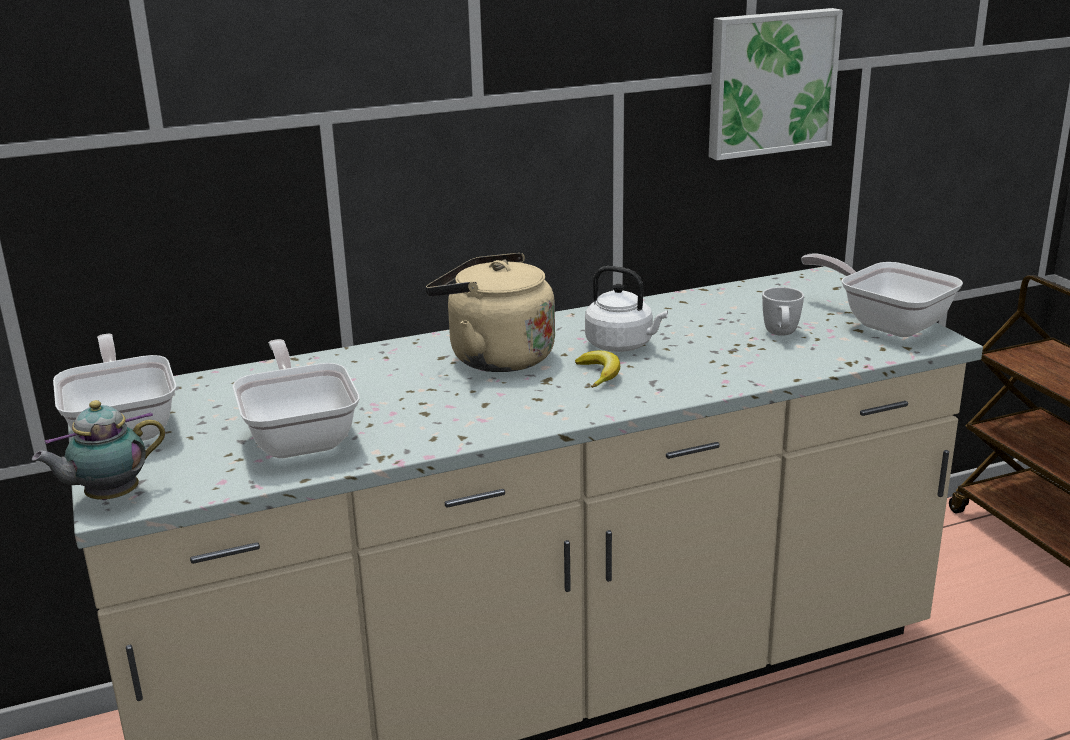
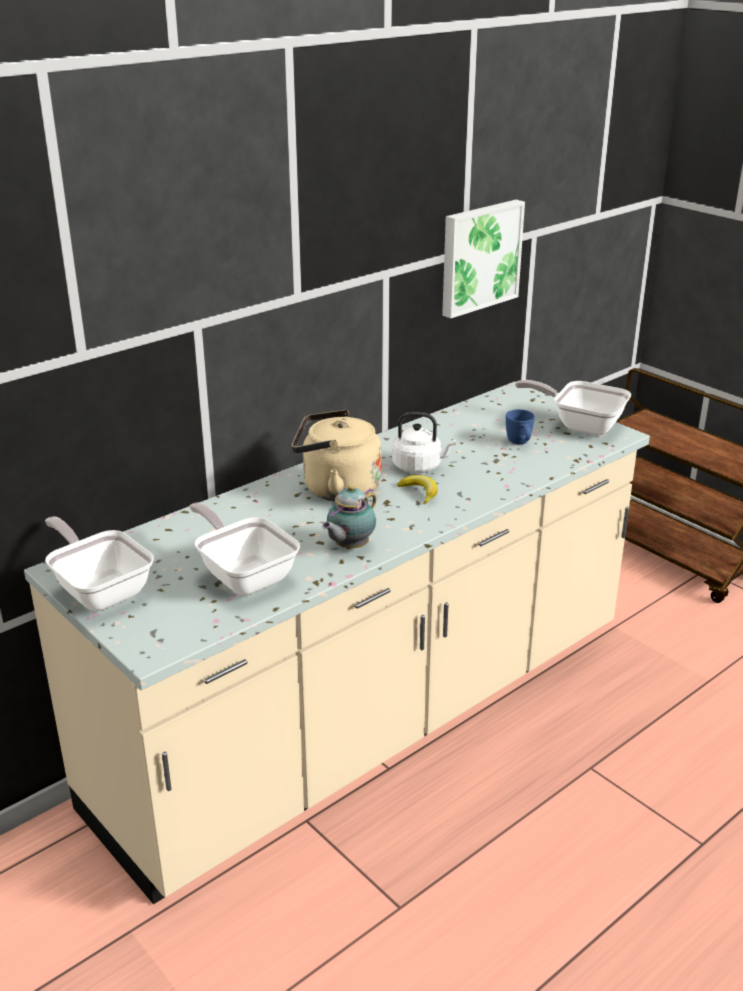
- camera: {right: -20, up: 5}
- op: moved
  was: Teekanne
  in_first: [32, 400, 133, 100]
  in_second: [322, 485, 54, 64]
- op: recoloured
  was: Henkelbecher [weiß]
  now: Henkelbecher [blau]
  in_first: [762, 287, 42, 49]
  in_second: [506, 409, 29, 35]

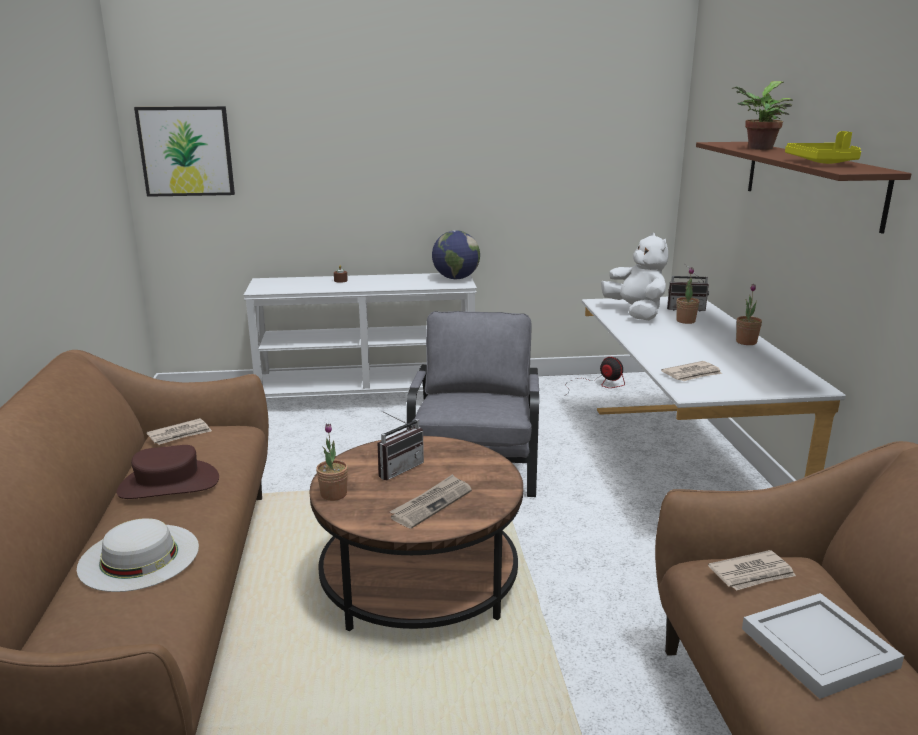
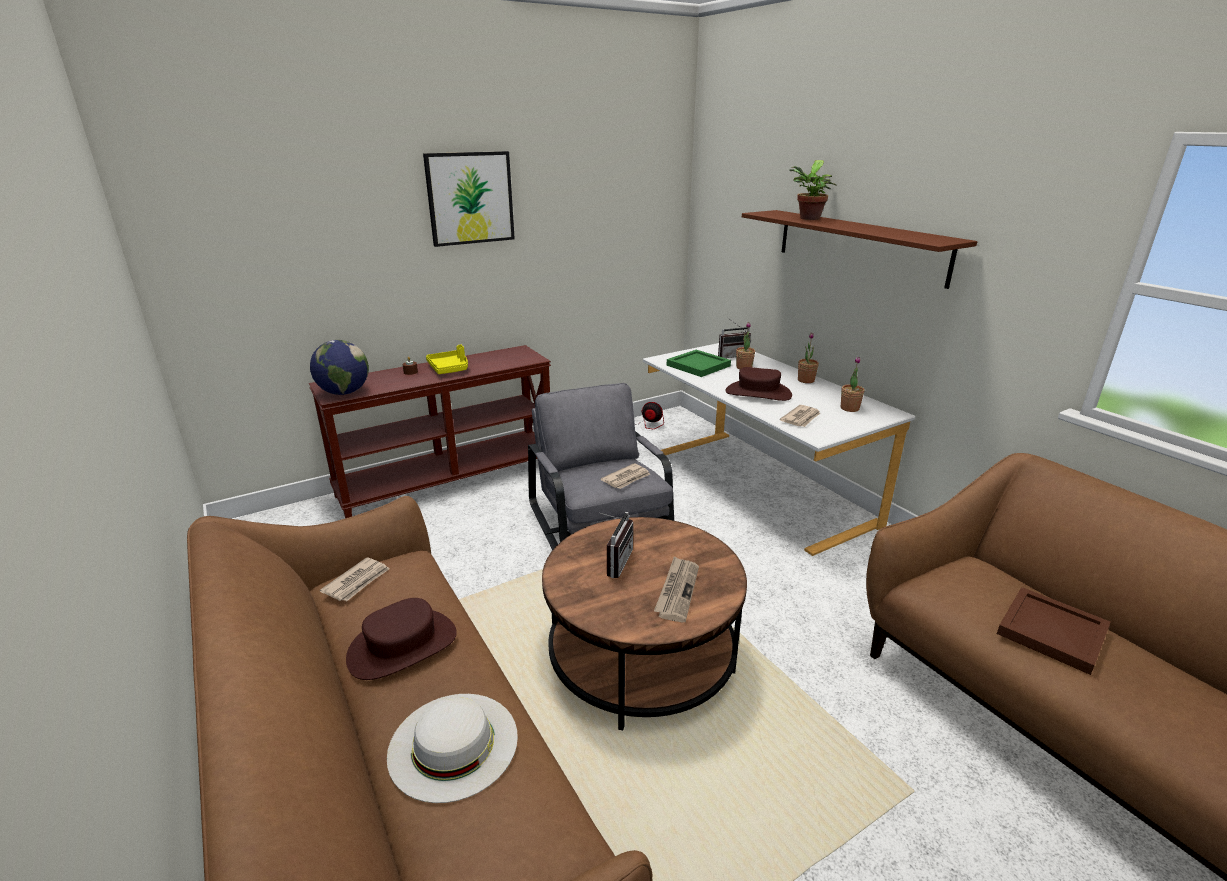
- camera: {right: -25, up: 5}
- op: added
  now: Hut [braun]
  in_second: [725, 367, 67, 34]
- op: moved
  was: Bild
  in_first: [134, 106, 101, 91]
  in_second: [423, 151, 92, 96]
- op: moved
  was: Topfpflanze
  in_first: [316, 423, 32, 78]
  in_second: [841, 357, 24, 55]
- op: moved
  was: Globus
  in_first: [432, 230, 48, 49]
  in_second: [310, 340, 59, 55]
- op: moved
  was: Zeitung
  in_first: [708, 550, 88, 41]
  in_second: [601, 463, 49, 26]
- op: moved
  was: Tablett [gelb]
  in_first: [785, 131, 76, 33]
  in_second: [426, 345, 42, 29]
- op: replaced
  was: Plüschtier [weiß]
  now: Tablett [grün]
  in_first: [601, 233, 67, 87]
  in_second: [667, 350, 64, 27]
- op: recoloured
  was: Konsolentisch [weiß]
  now: Konsolentisch [braun]
  in_first: [244, 273, 233, 126]
  in_second: [309, 345, 242, 173]
- op: recoloured
  was: Tablett [weiß]
  now: Tablett [braun]
  in_first: [742, 593, 162, 106]
  in_second: [997, 587, 113, 88]

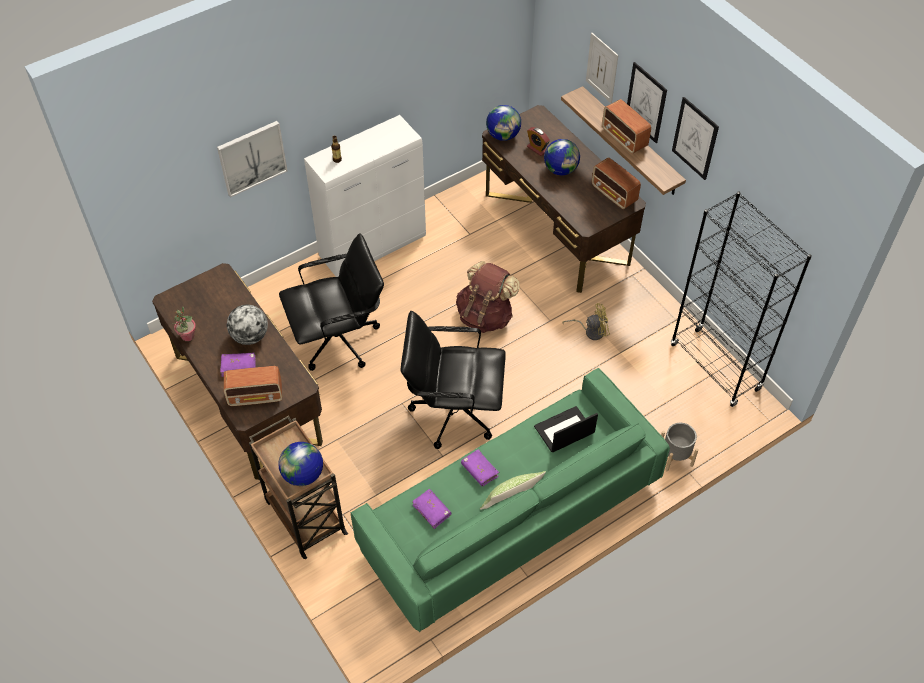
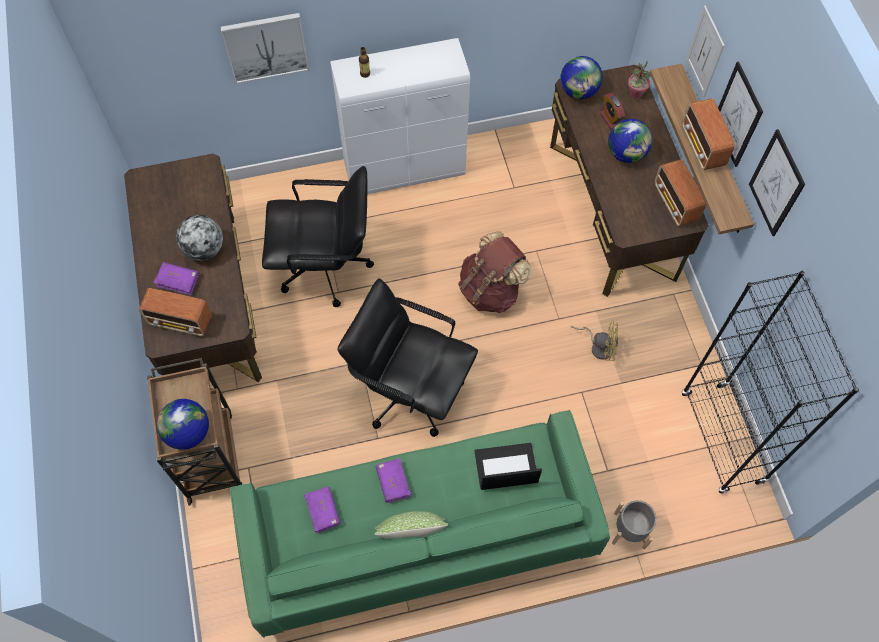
- camera: {right: 20, up: 10}
- op: moved
  was: Topfpflanze
  in_first: [174, 306, 22, 35]
  in_second: [628, 61, 22, 38]

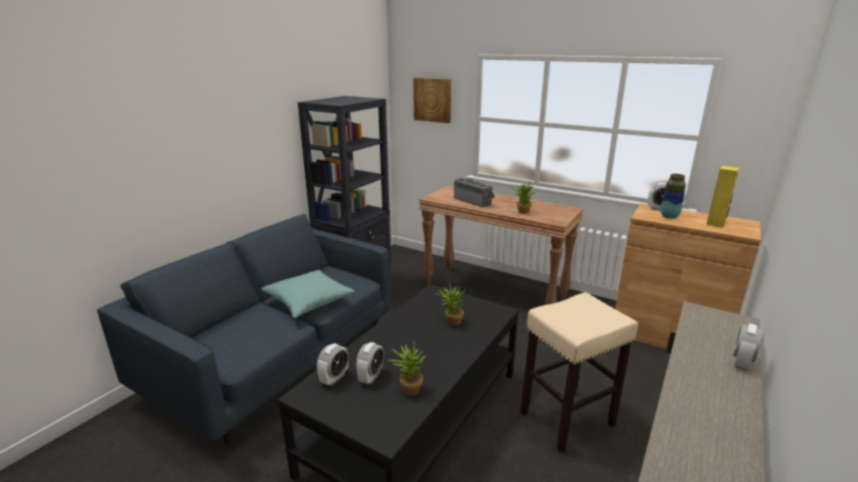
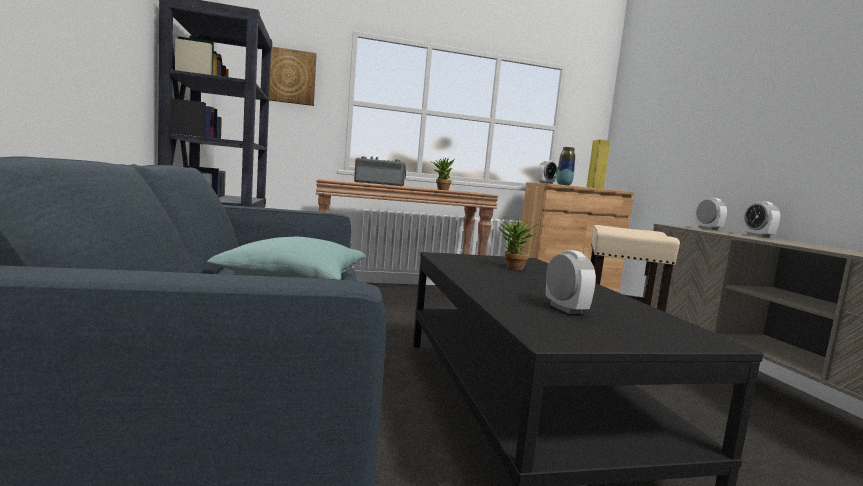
- camera: {right: -45, up: -15}
- op: removed
  was: Topfpflanze
  in_first: [388, 340, 37, 56]
- op: moved
  was: Wecker
  in_first: [317, 343, 31, 43]
  in_second: [695, 198, 32, 32]

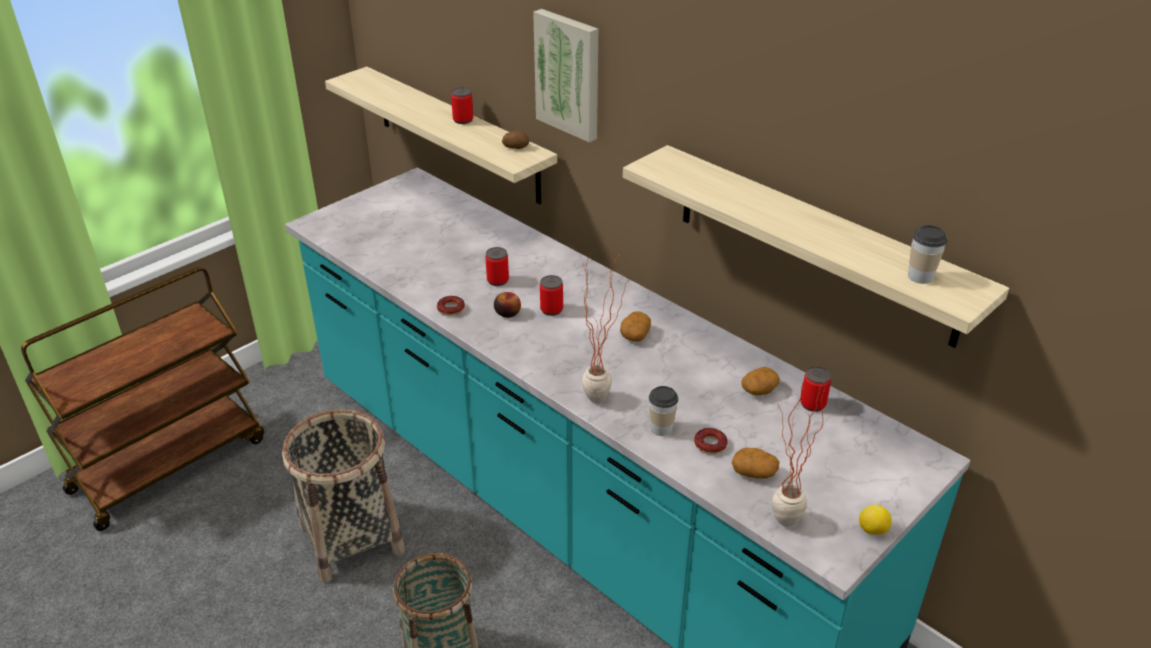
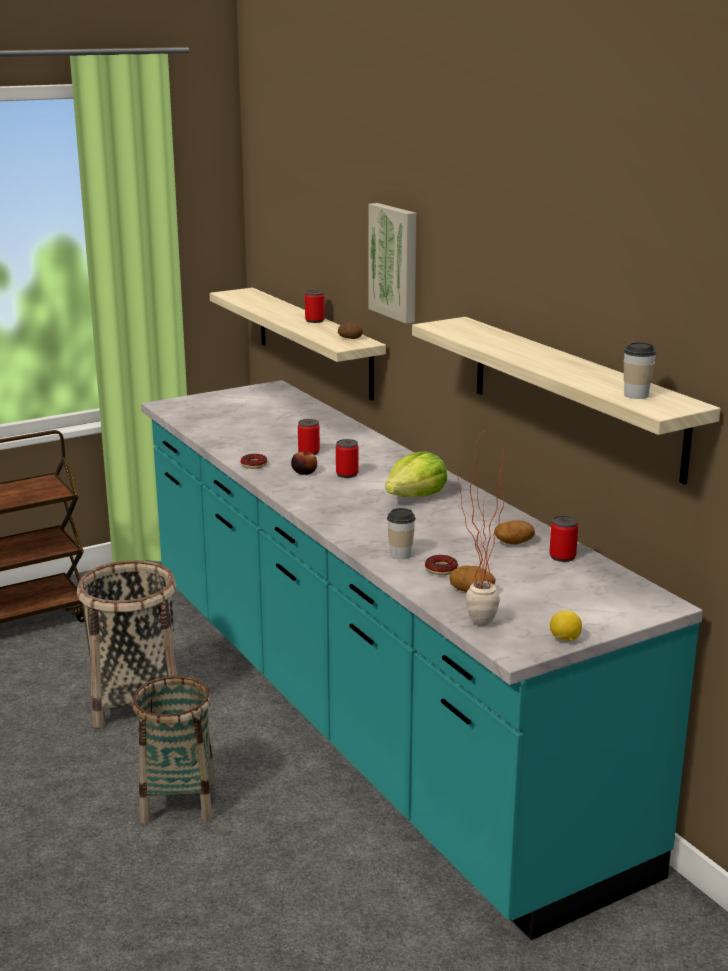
- camera: {right: 15, up: -15}
- op: removed
  was: Topfpflanze
  in_first: [582, 241, 45, 162]
- op: replaced
  was: Kartoffel
  now: Salatkopf
  in_first: [620, 311, 31, 31]
  in_second: [385, 451, 62, 46]

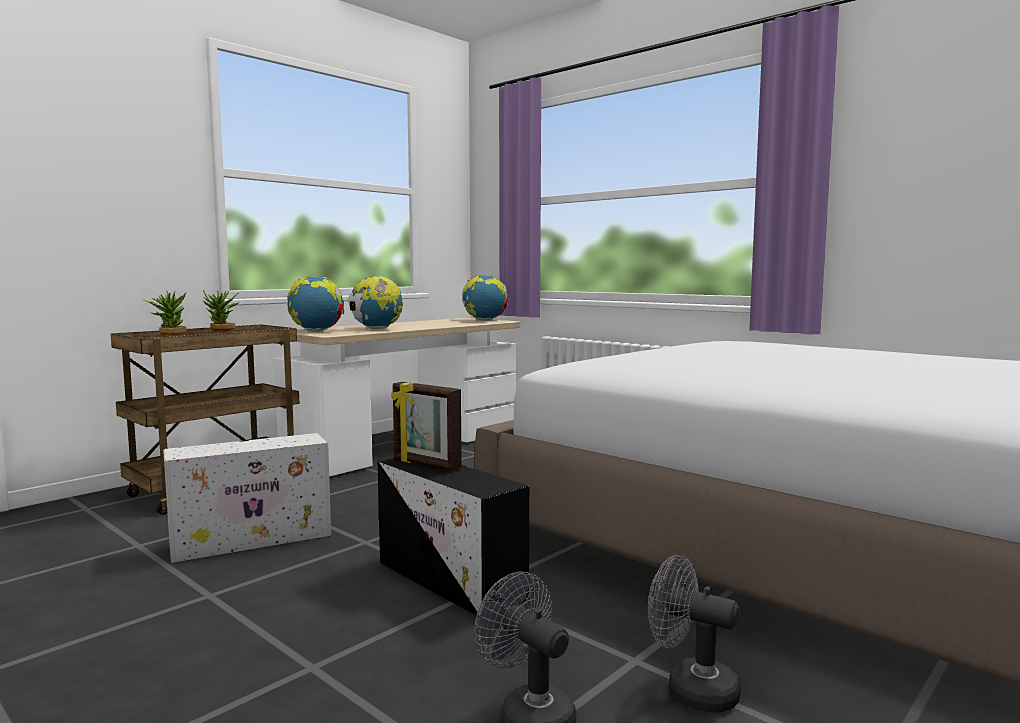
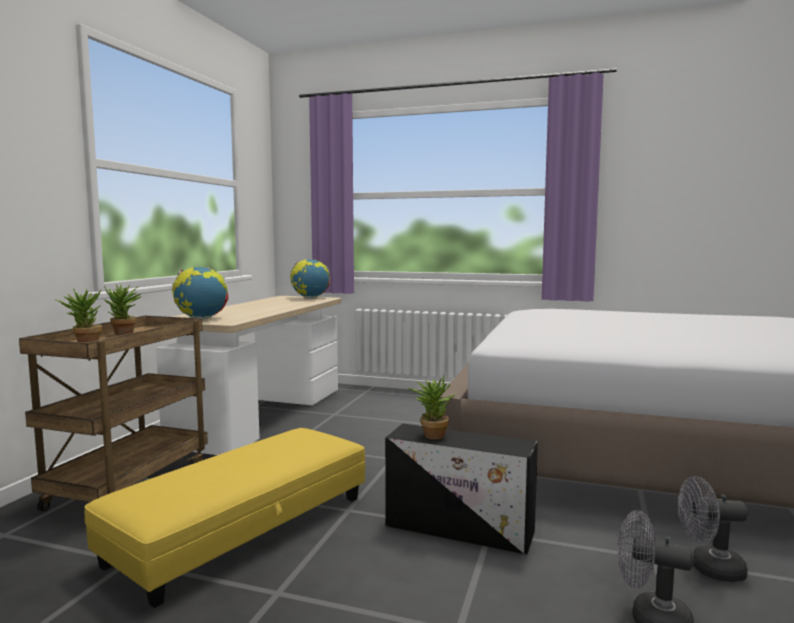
- camera: {right: -25, up: 0}
- op: removed
  was: Globus
  in_first: [348, 276, 55, 53]
- op: replaced
  was: Aufbewahrungsbox [weiß]
  now: Polsterhocker [gelb]
  in_first: [163, 433, 168, 130]
  in_second: [85, 428, 280, 180]
- op: replaced
  was: Bilderrahmen
  now: Topfpflanze
  in_first: [391, 382, 71, 89]
  in_second: [408, 375, 47, 65]

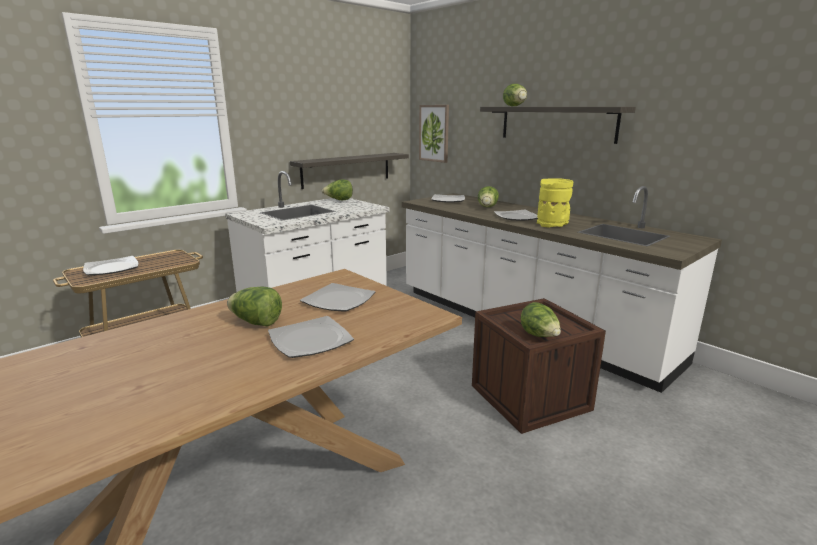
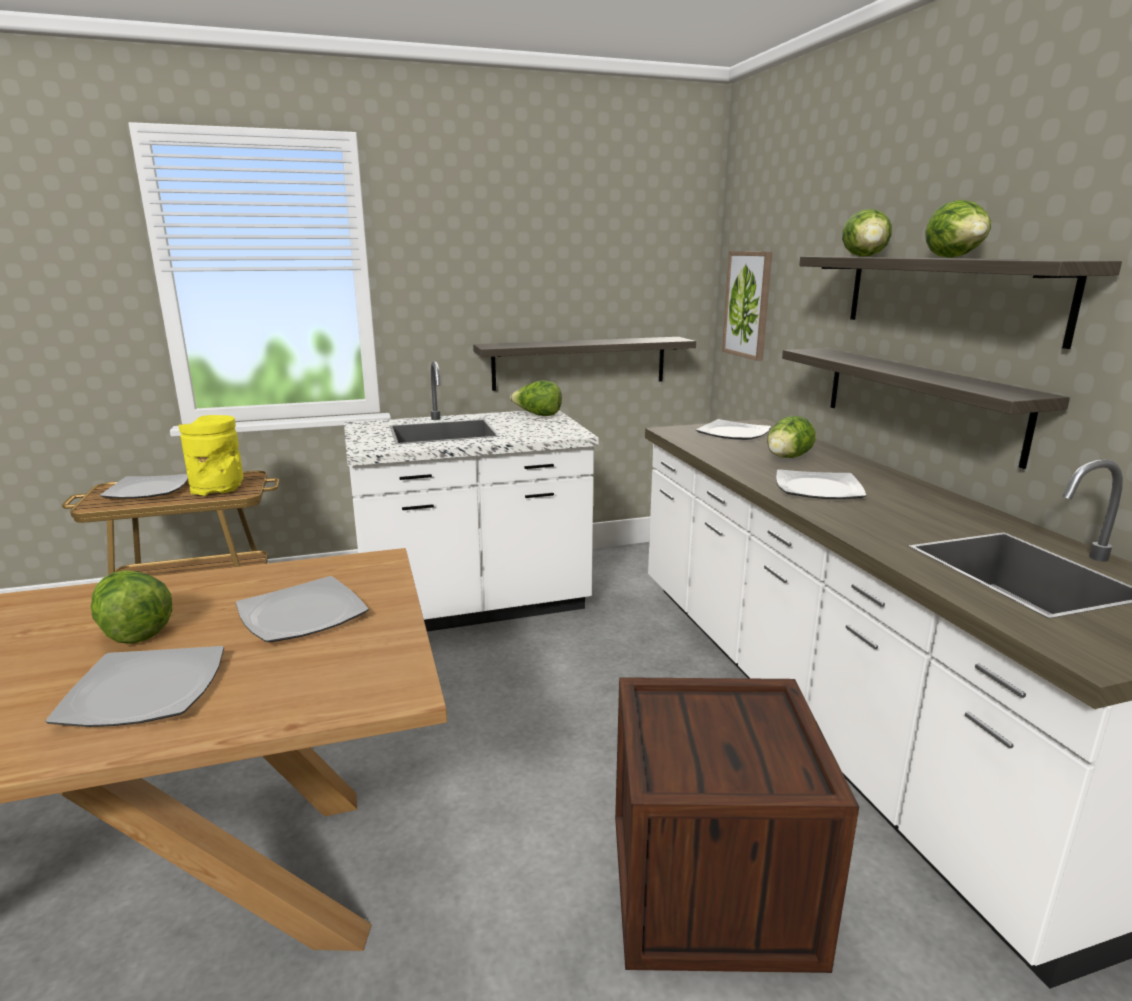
- camera: {right: 25, up: 0}
- op: added
  now: Wandregal
  in_second: [782, 348, 288, 121]
- op: moved
  was: Salatkopf
  in_first: [521, 302, 40, 35]
  in_second: [925, 200, 66, 58]
- op: moved
  was: Vase [gelb]
  in_first: [537, 178, 36, 50]
  in_second: [179, 415, 64, 81]

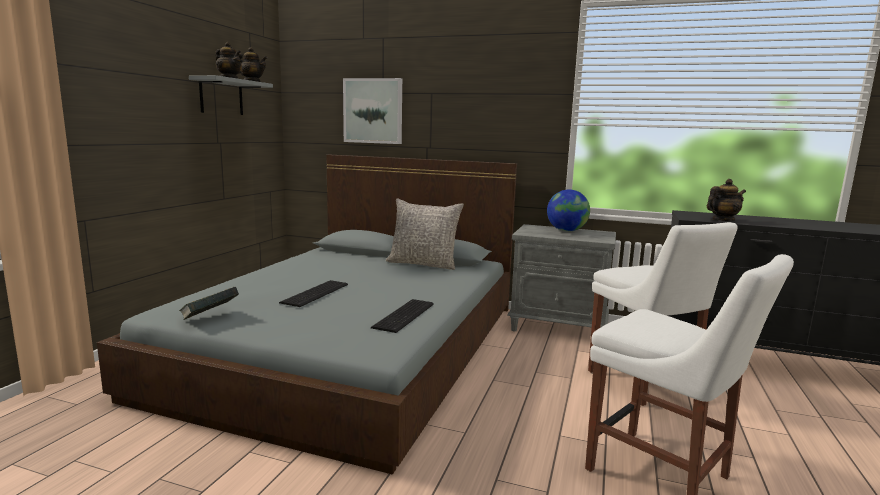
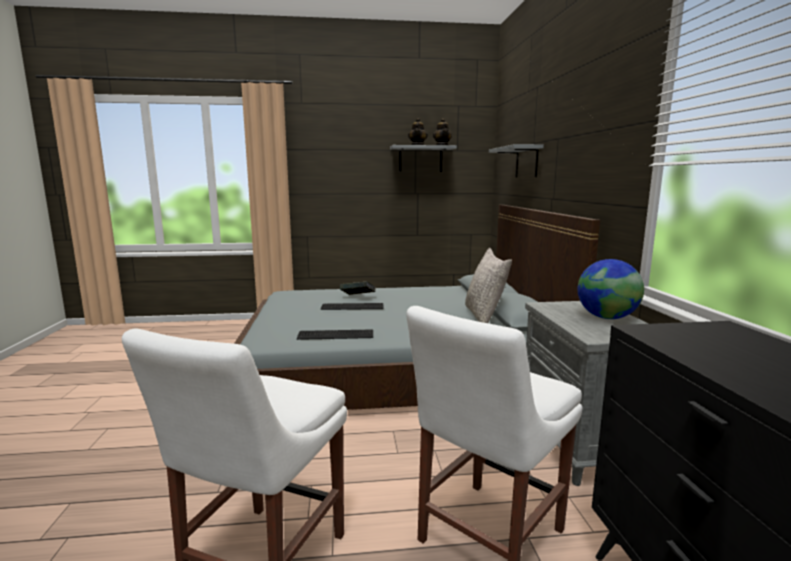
- camera: {right: 65, up: 0}
- op: removed
  was: Teekanne
  in_first: [707, 179, 39, 42]
- op: moved
  was: Buch
  in_first: [179, 287, 60, 33]
  in_second: [340, 281, 36, 14]
- op: replaced
  was: Bild
  now: Wandregal [grau]
  in_first: [343, 78, 59, 66]
  in_second: [489, 144, 55, 33]

